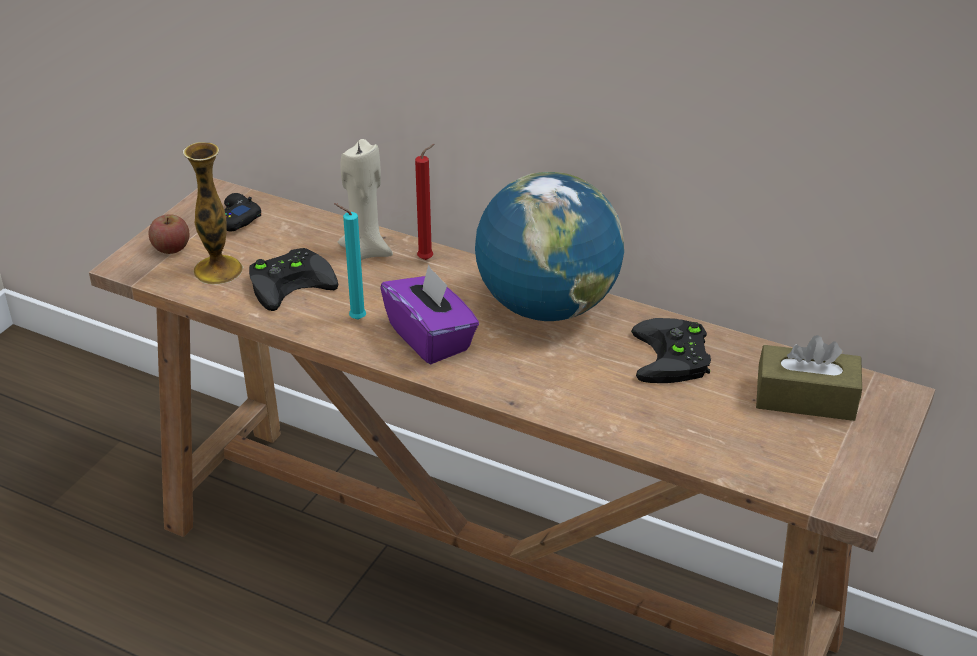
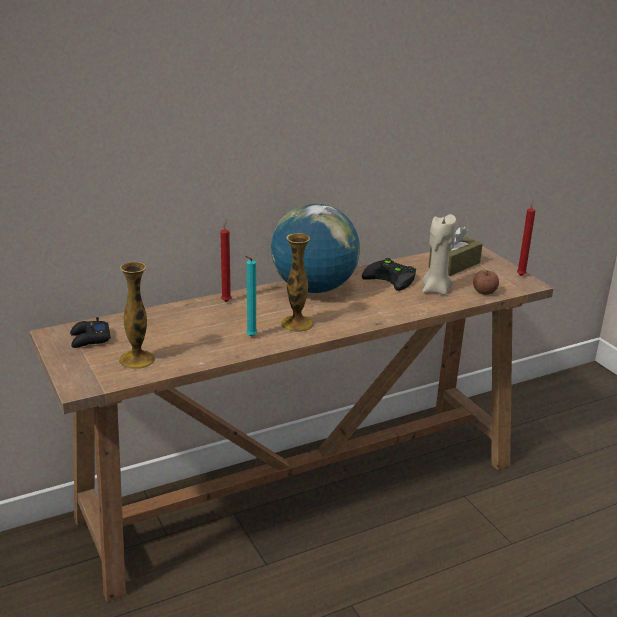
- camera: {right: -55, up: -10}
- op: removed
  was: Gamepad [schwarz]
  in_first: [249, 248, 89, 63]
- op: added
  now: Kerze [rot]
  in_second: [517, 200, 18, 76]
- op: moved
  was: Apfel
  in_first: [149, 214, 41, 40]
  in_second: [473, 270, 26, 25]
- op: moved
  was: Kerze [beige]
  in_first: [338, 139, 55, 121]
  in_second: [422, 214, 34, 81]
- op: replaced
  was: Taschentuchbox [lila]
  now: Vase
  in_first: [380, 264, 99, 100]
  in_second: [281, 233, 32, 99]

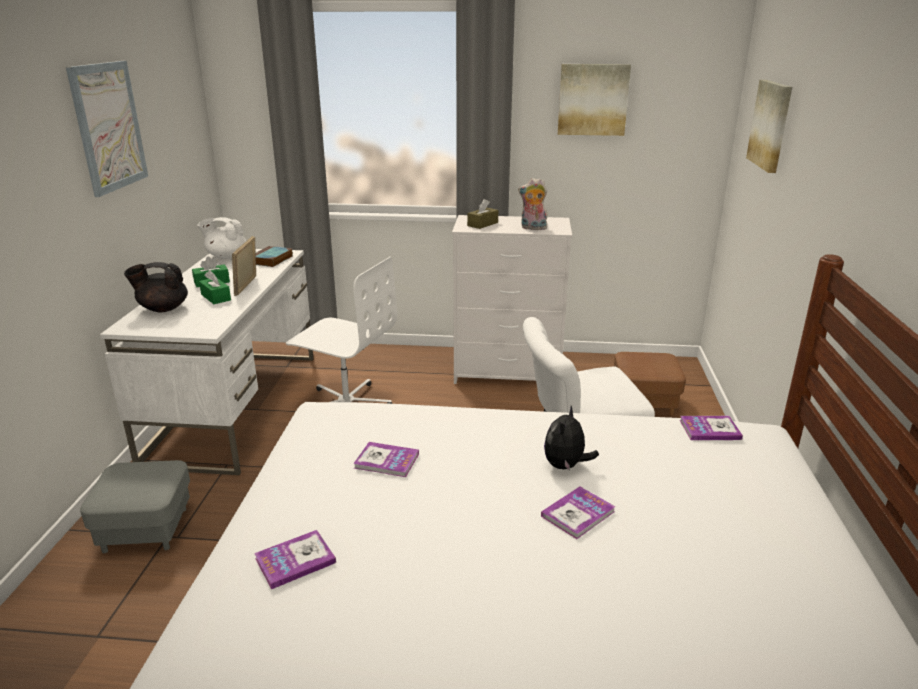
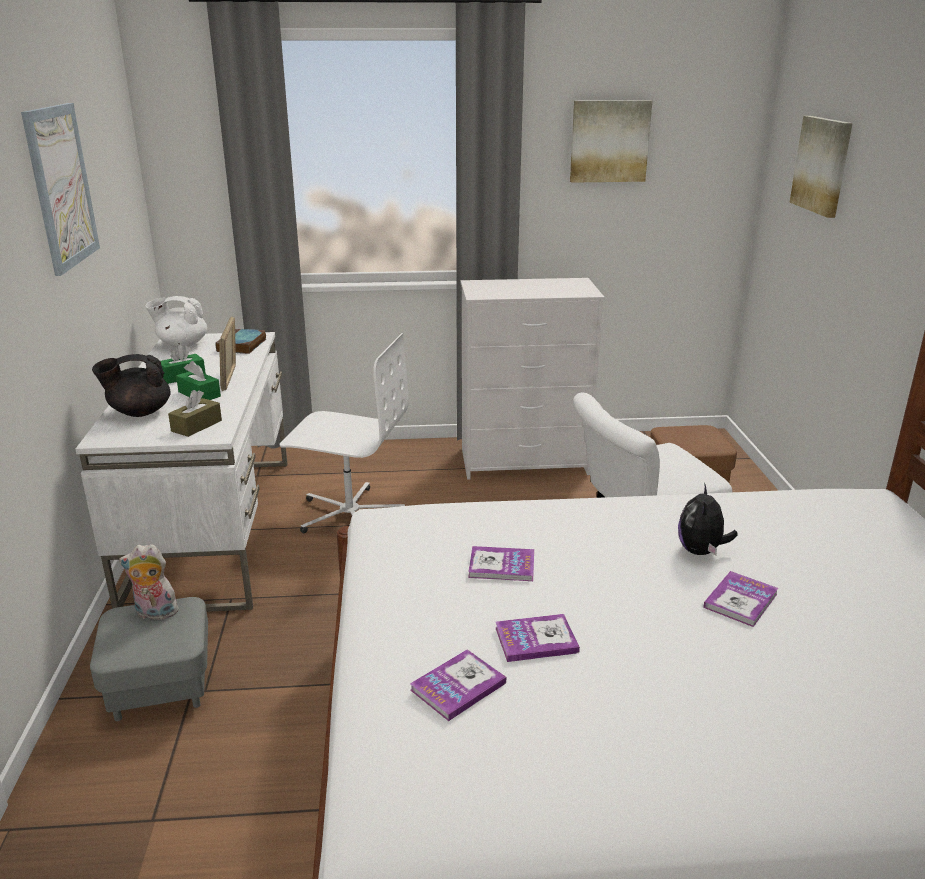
- camera: {right: -10, up: 0}
- op: moved
  was: Taschentuchbox [braun]
  in_first: [467, 199, 31, 30]
  in_second: [168, 390, 54, 47]
- op: moved
  was: Plüschtier
  in_first: [518, 178, 30, 52]
  in_second: [119, 544, 60, 76]
- op: moved
  was: Buch
  in_first: [680, 416, 63, 24]
  in_second: [496, 614, 84, 48]

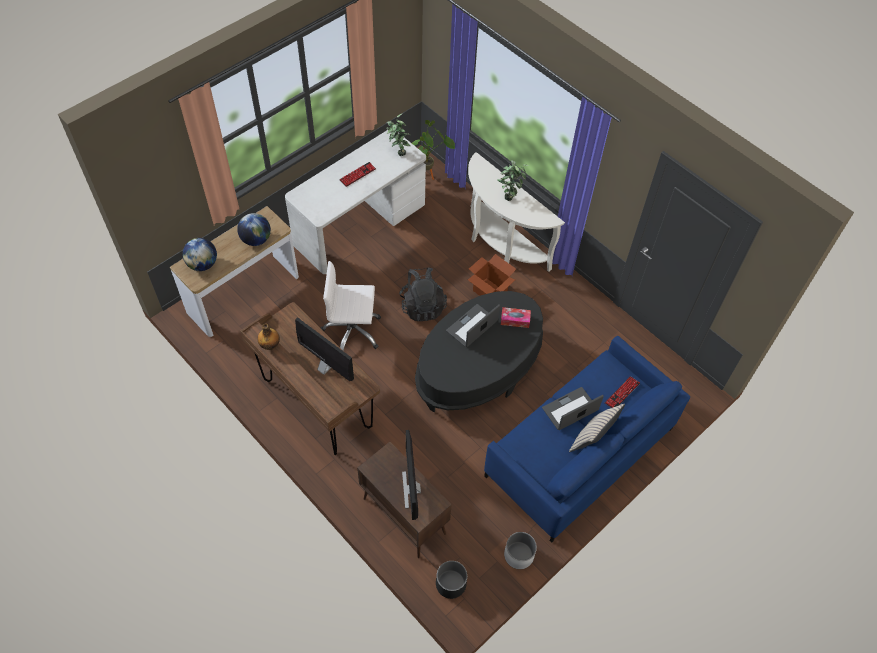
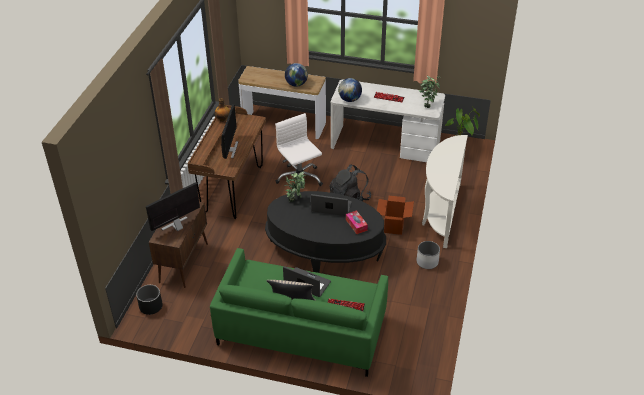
- camera: {right: 60, up: -15}
- op: moved
  was: Globus
  in_first: [182, 238, 35, 33]
  in_second: [338, 78, 24, 24]
- op: moved
  was: Topfpflanze
  in_first: [497, 160, 32, 41]
  in_second: [284, 171, 23, 31]
- op: moved
  was: Pflanzkübel [weiß]
  in_first: [504, 532, 33, 37]
  in_second: [417, 241, 23, 28]
- op: recoloured
  was: Sofa [blau]
  now: Sofa [grün]
  in_first: [484, 336, 206, 207]
  in_second: [210, 248, 178, 129]

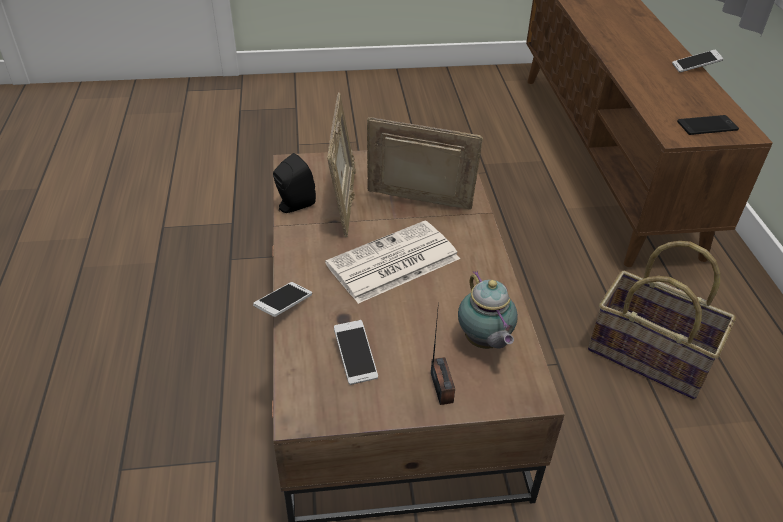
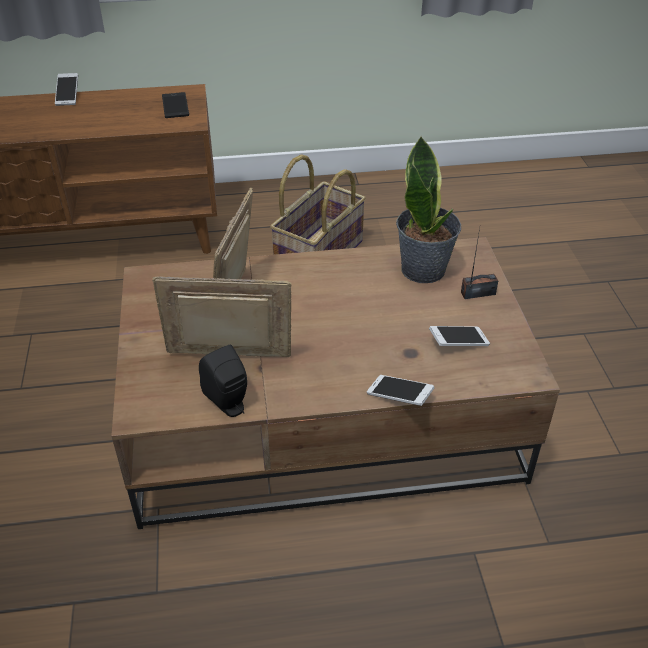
- camera: {right: -90, up: 0}
- op: removed
  was: Zeitung
  in_first: [325, 221, 135, 83]
- op: replaced
  was: Teekanne
  now: Topfpflanze
  in_first: [458, 271, 60, 78]
  in_second: [396, 137, 65, 146]

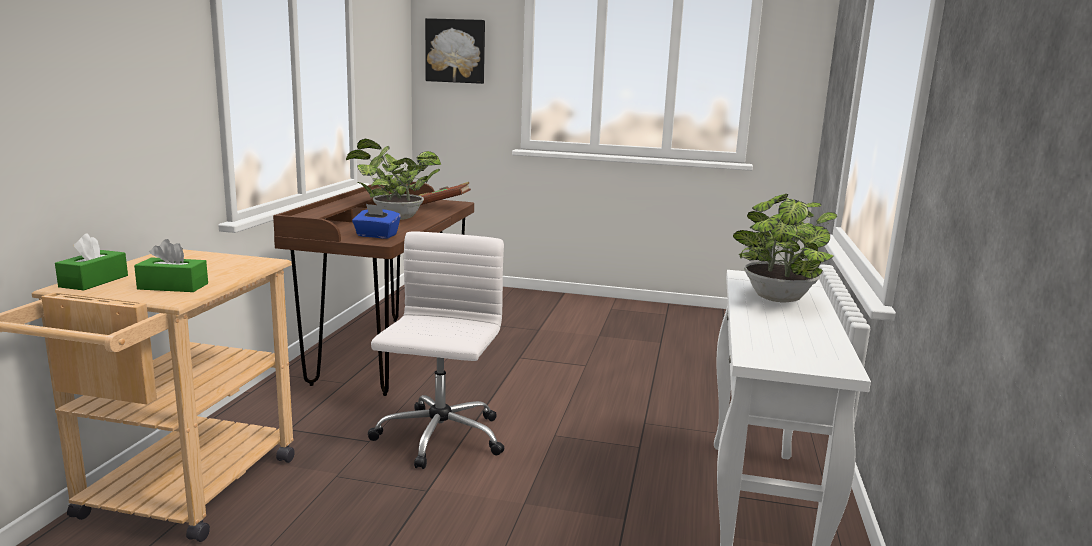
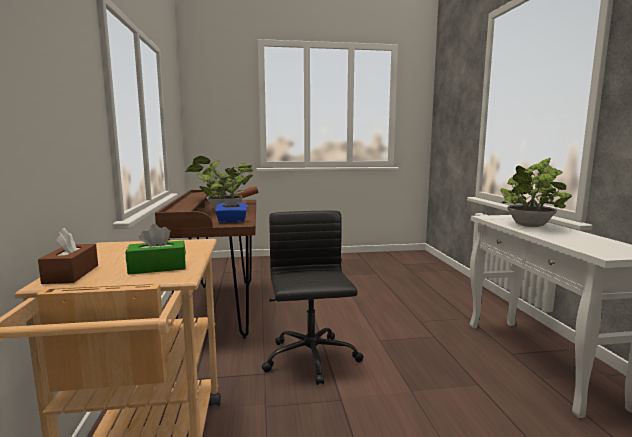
- camera: {right: -20, up: -5}
- op: removed
  was: Bild
  in_first: [425, 18, 60, 66]
- op: recoloured
  was: Taschentuchbox [grün]
  now: Taschentuchbox [braun]
  in_first: [55, 233, 73, 57]
  in_second: [38, 228, 60, 56]
- op: recoloured
  was: Bürostuhl [weiß]
  now: Bürostuhl [schwarz]
  in_first: [368, 232, 136, 237]
  in_second: [261, 211, 102, 174]

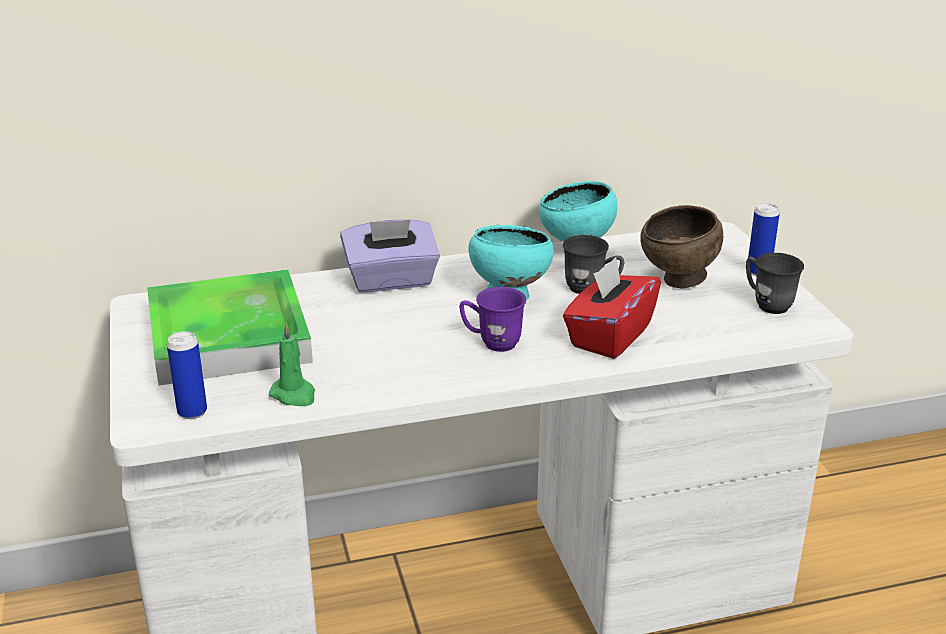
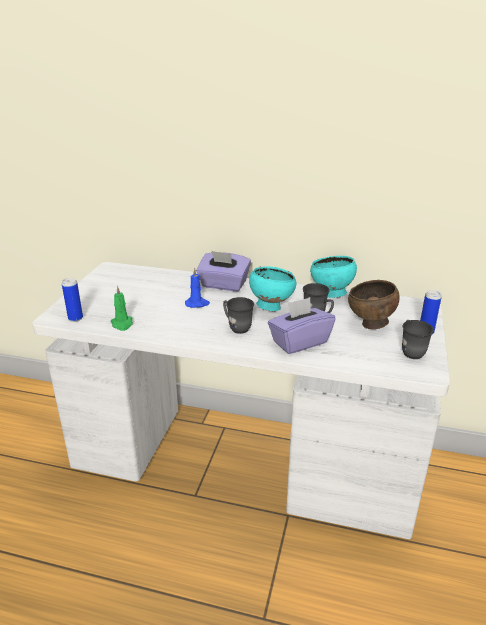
- camera: {right: 30, up: 0}
- op: removed
  was: Tablett
  in_first: [147, 269, 166, 117]
- op: added
  now: Kerze [blau]
  in_second: [185, 268, 25, 40]
- op: recoloured
  was: Henkelbecher [lila]
  now: Henkelbecher [grau]
  in_first: [459, 287, 67, 65]
  in_second: [223, 297, 31, 37]
- op: recoloured
  was: Taschentuchbox [rot]
  now: Taschentuchbox [lila]
  in_first: [563, 257, 98, 102]
  in_second: [268, 297, 68, 57]

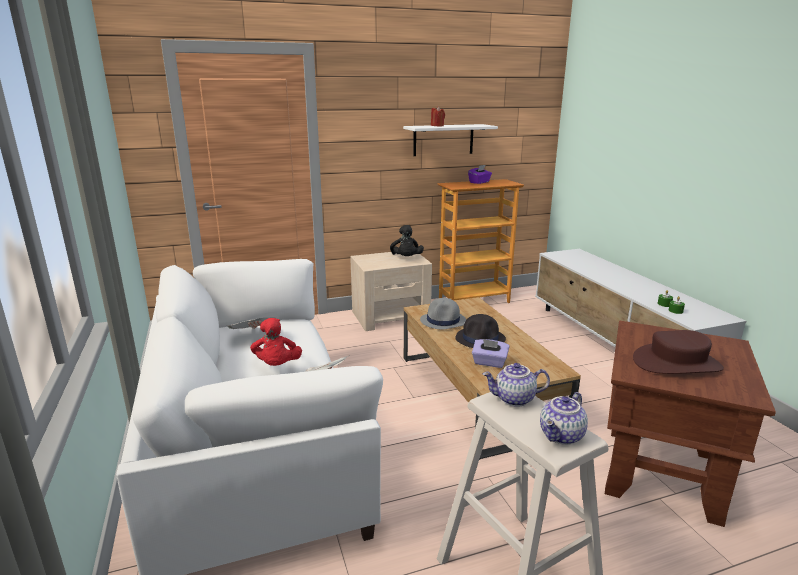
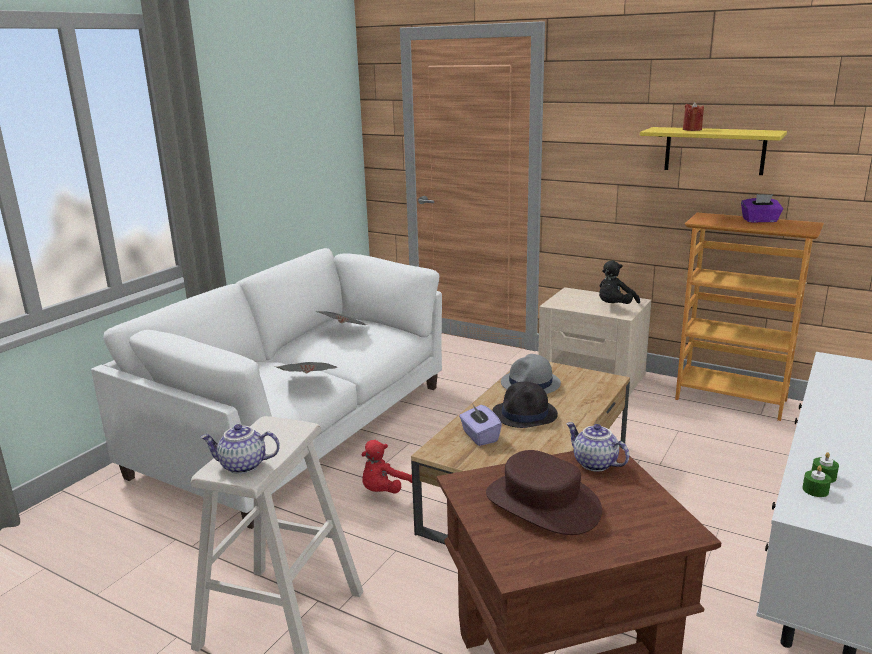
- camera: {right: 50, up: 0}
- op: moved
  was: Plüschtier [rot]
  in_first: [250, 318, 52, 48]
  in_second: [362, 440, 50, 54]
- op: moved
  was: Teekanne
  in_first: [483, 363, 67, 44]
  in_second: [566, 422, 63, 49]
- op: recoloured
  was: Wandregal [weiß]
  now: Wandregal [gelb]
  in_first: [403, 124, 95, 32]
  in_second: [640, 127, 147, 48]

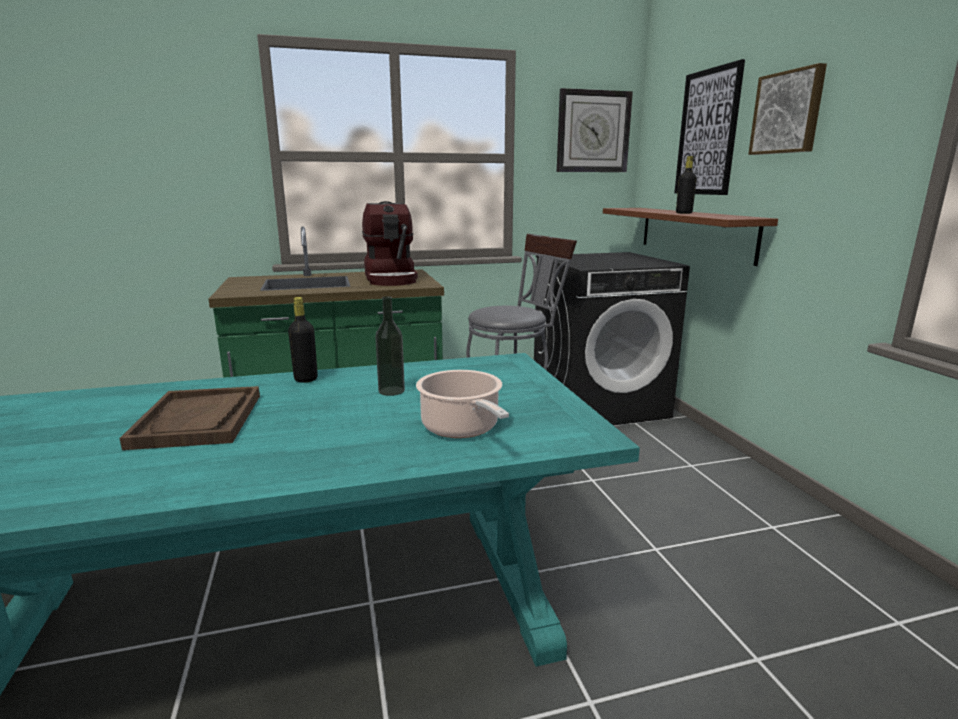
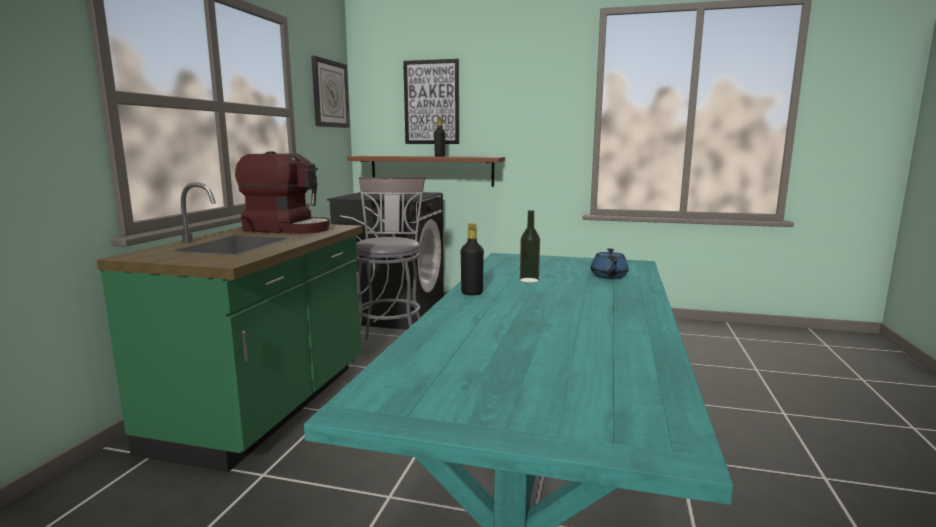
- camera: {right: -60, up: -5}
- op: removed
  was: Tablett [braun]
  in_first: [119, 386, 141, 64]
- op: removed
  was: Bild
  in_first: [748, 63, 79, 92]
- op: replaced
  was: Kochtopf
  now: Teekanne [blau]
  in_first: [416, 370, 93, 68]
  in_second: [591, 248, 37, 31]

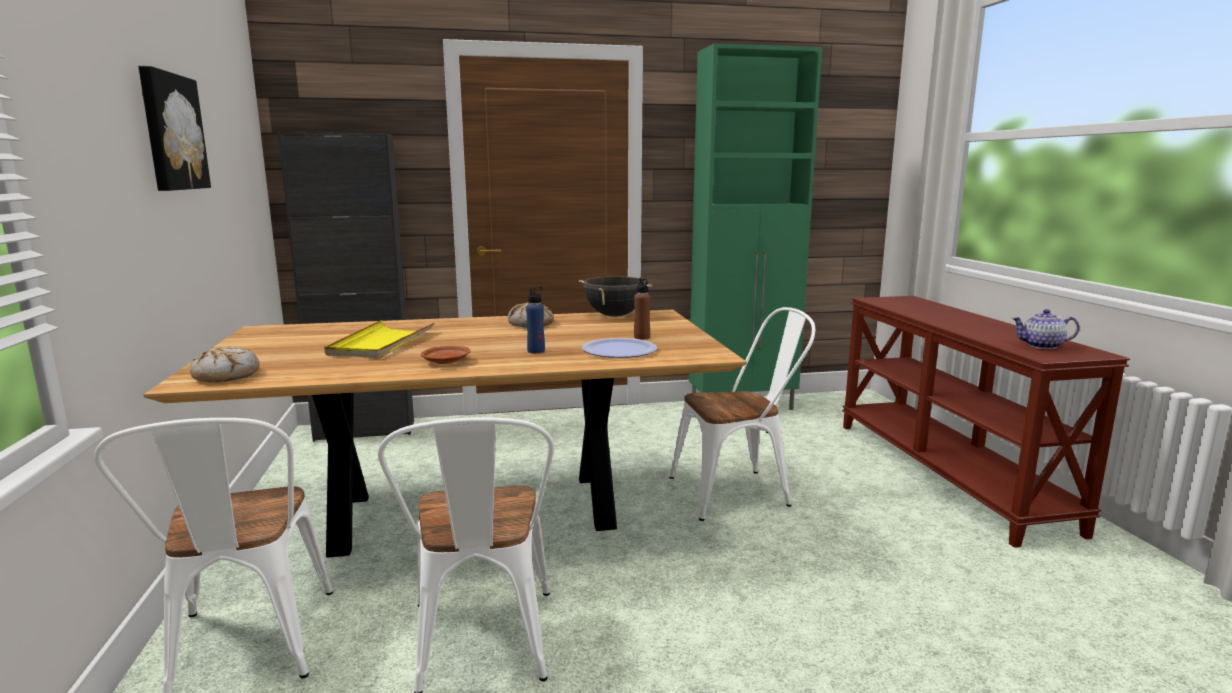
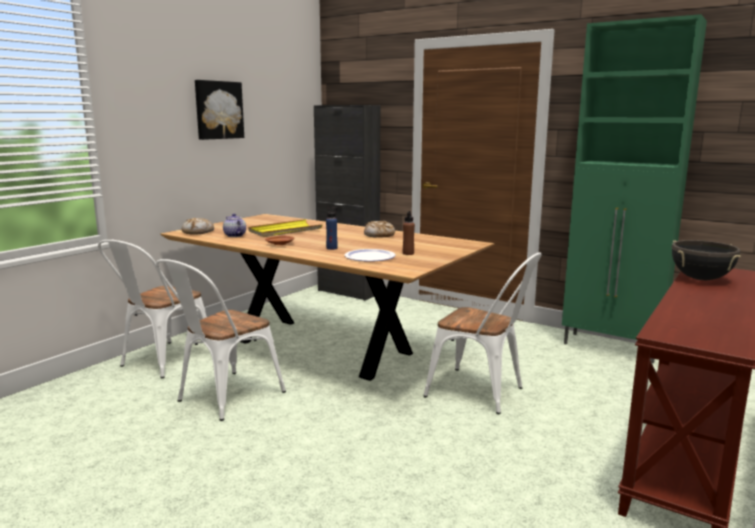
- camera: {right: 45, up: 0}
- op: moved
  was: Kochtopf [schwarz]
  in_first: [579, 276, 73, 41]
  in_second: [671, 240, 70, 40]
- op: moved
  was: Teekanne
  in_first: [1012, 309, 68, 40]
  in_second: [223, 214, 23, 23]

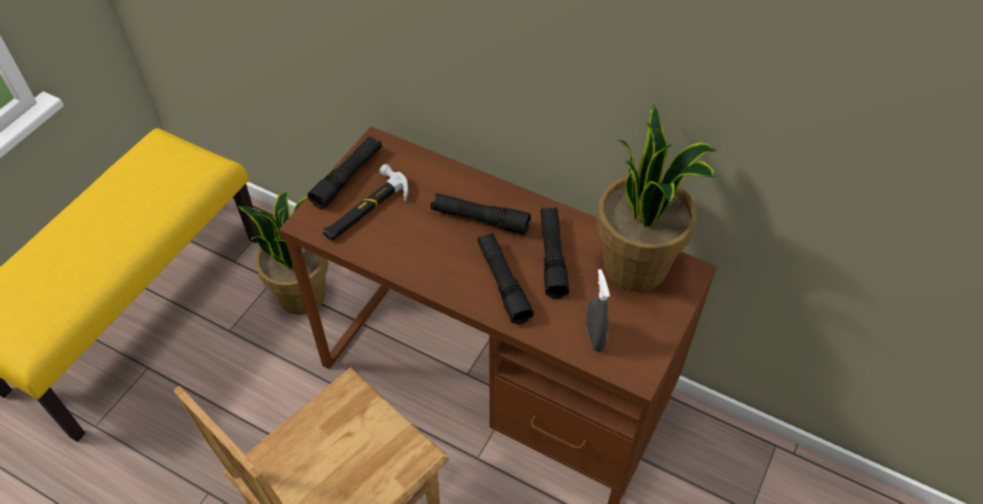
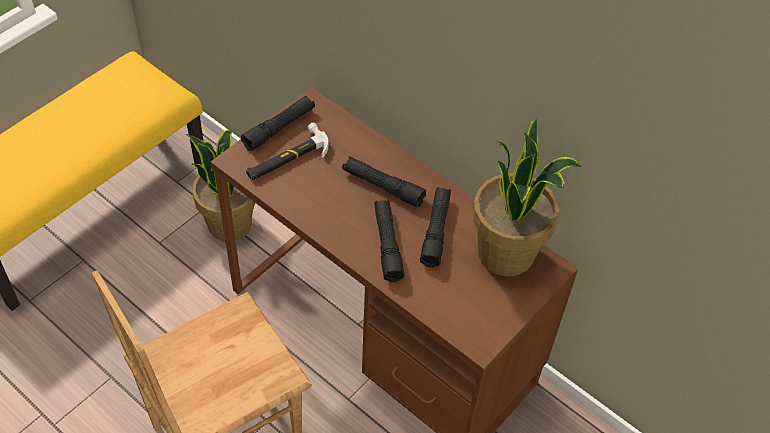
- camera: {right: 10, up: 0}
- op: removed
  was: Sprühflasche [grau]
  in_first: [586, 269, 24, 83]

